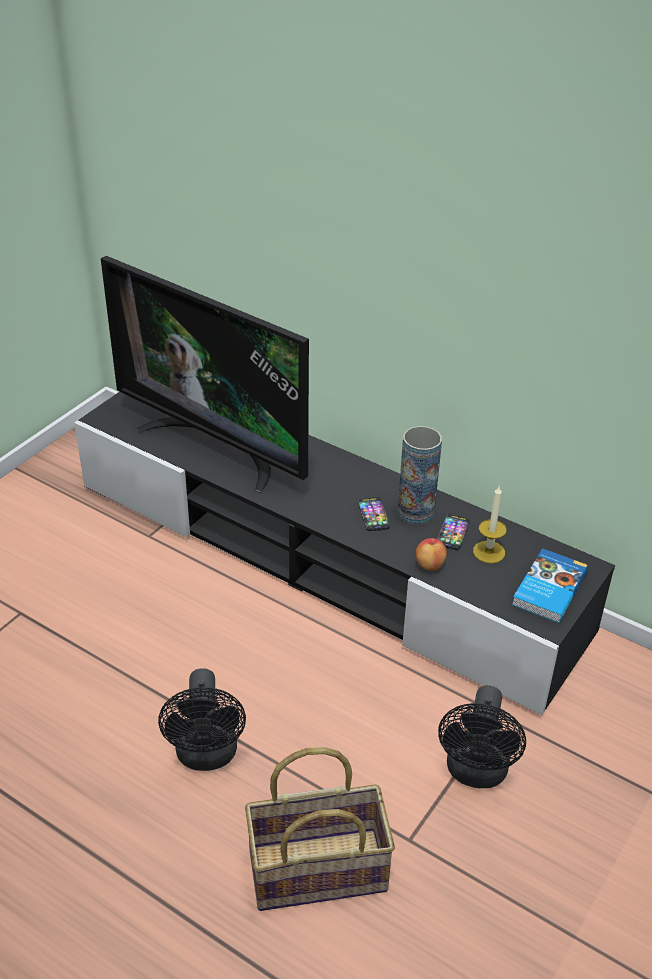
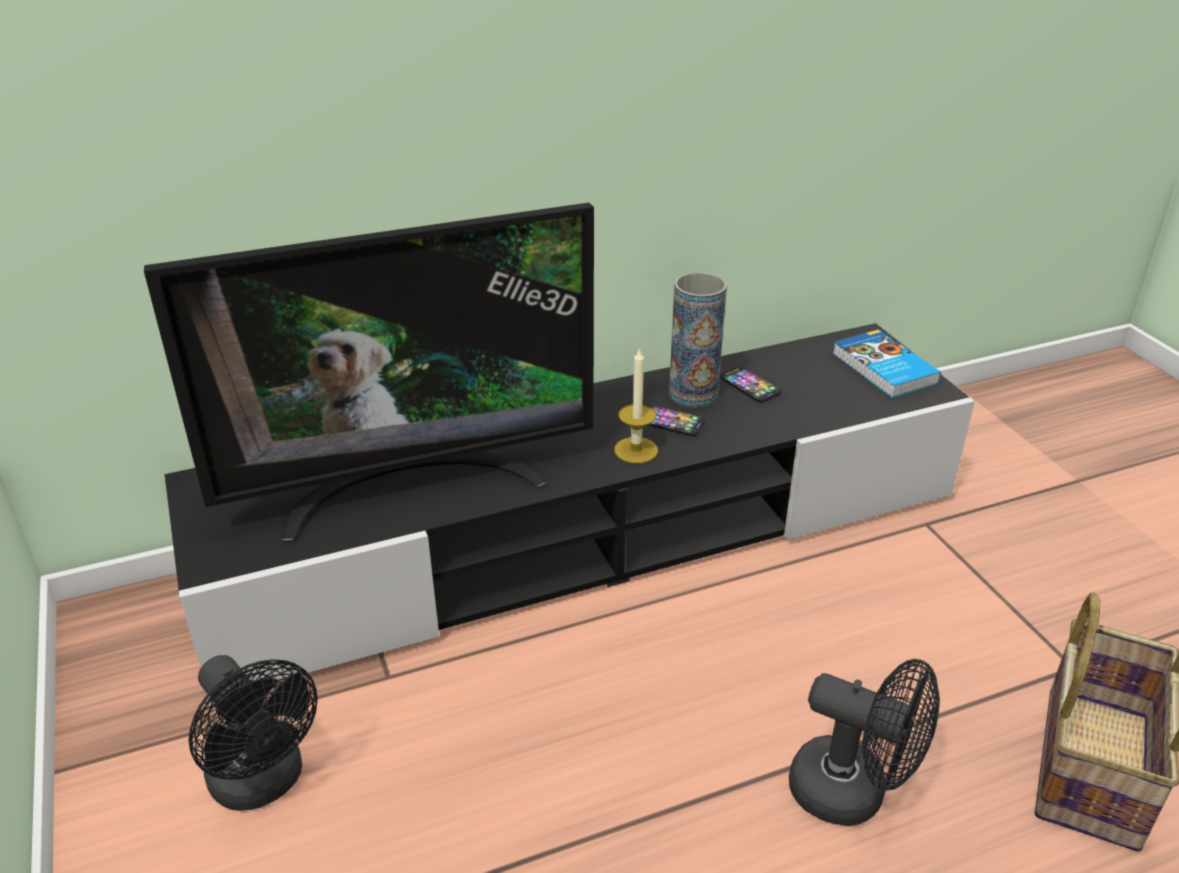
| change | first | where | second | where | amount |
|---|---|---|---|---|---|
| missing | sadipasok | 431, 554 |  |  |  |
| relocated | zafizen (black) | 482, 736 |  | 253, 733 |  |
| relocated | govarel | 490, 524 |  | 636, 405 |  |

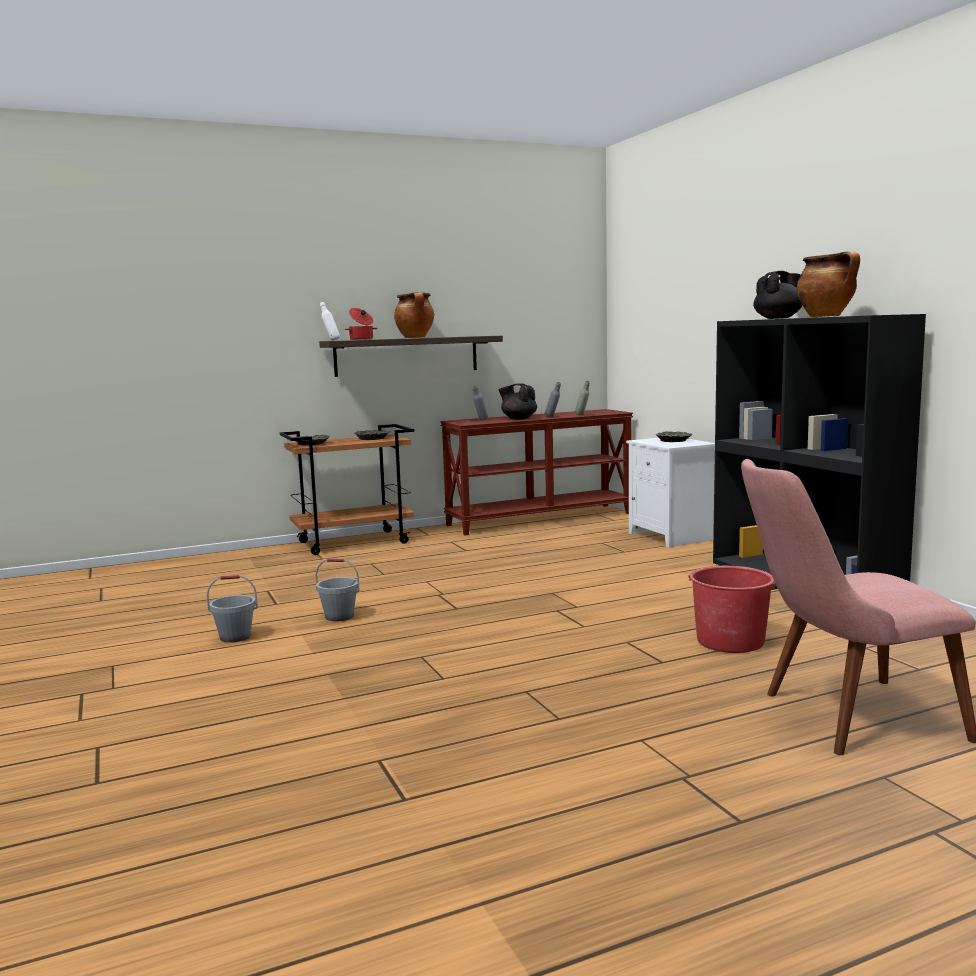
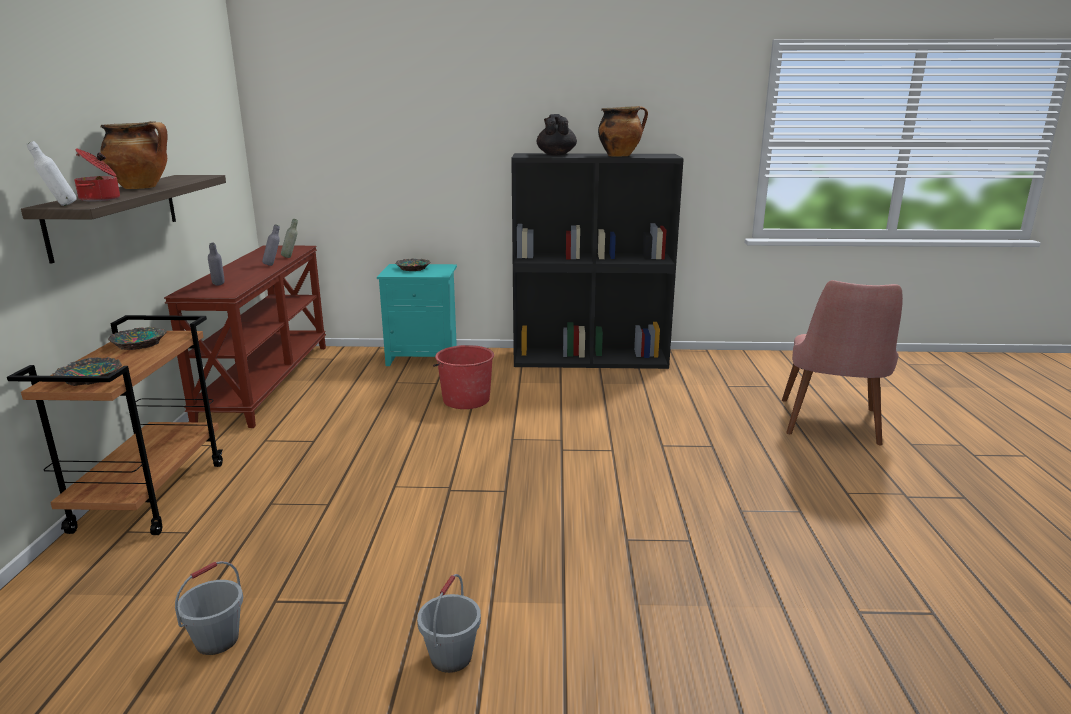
| change | first | where | second | where | amount |
|---|---|---|---|---|---|
| missing | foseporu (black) | 517, 401 |  |  |  |
| relocated | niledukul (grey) | 337, 589 |  | 209, 608 |  |
| relocated | niledukul (red) | 733, 609 |  | 463, 377 |  |
| colour | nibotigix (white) | 670, 493 | nibotigix (turquoise) | 417, 315 |  |

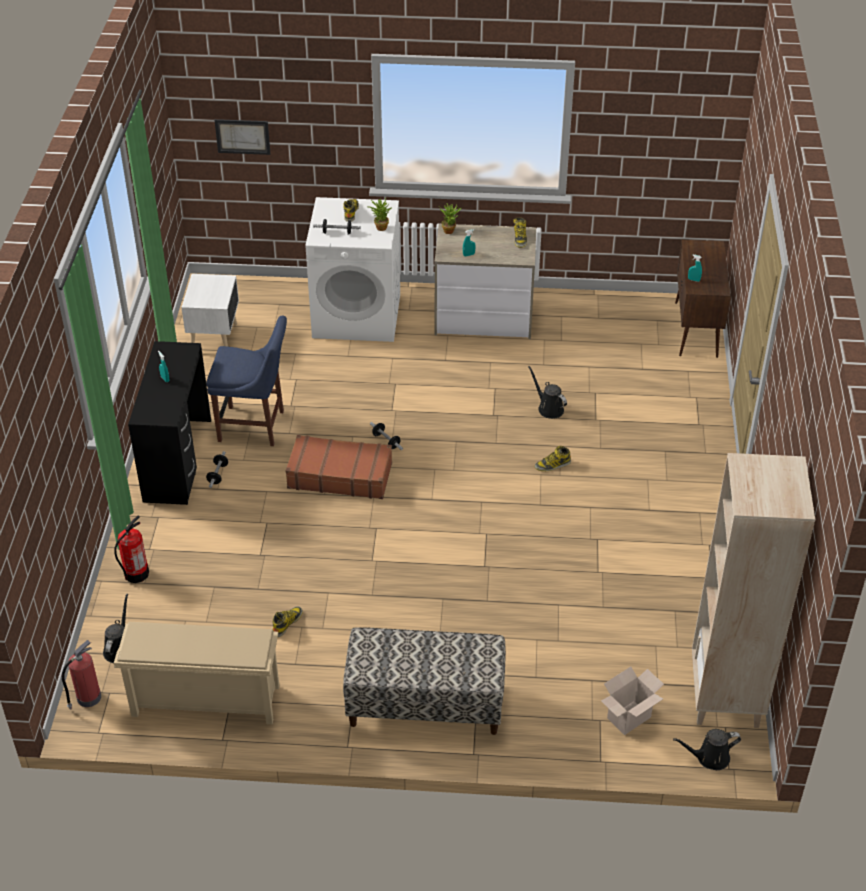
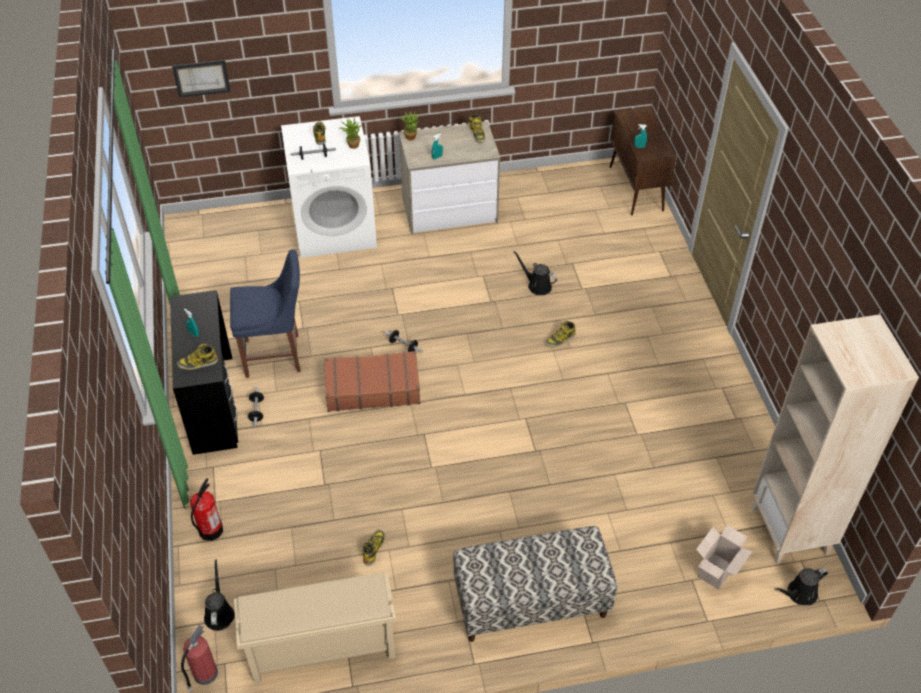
| change | first | where | second | where | amount |
|---|---|---|---|---|---|
| missing | nibotigix (white) | 210, 310 |  |  |  |
| appeared |  |  | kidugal | 197, 357 |  |

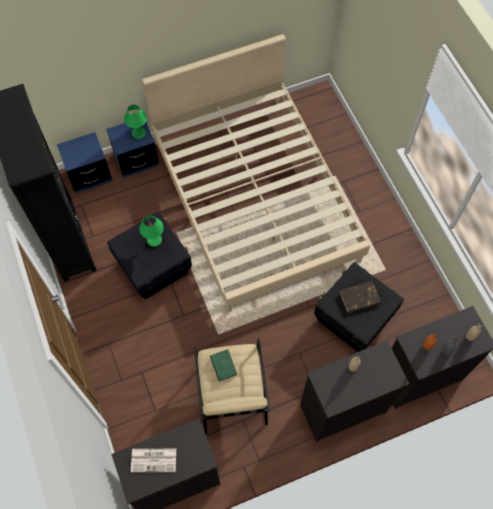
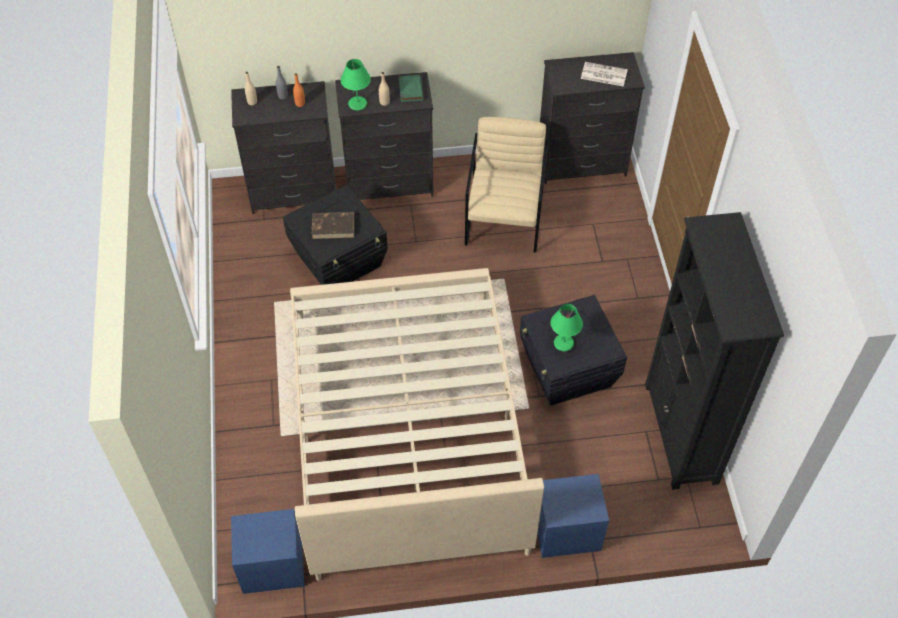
| change | first | where | second | where | amount |
|---|---|---|---|---|---|
| relocated | nibotigix (blue) | 84, 163 |  | 268, 551 |  |
| relocated | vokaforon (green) | 135, 122 |  | 356, 85 |  |
| relocated | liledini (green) | 223, 365 |  | 411, 88 |  |

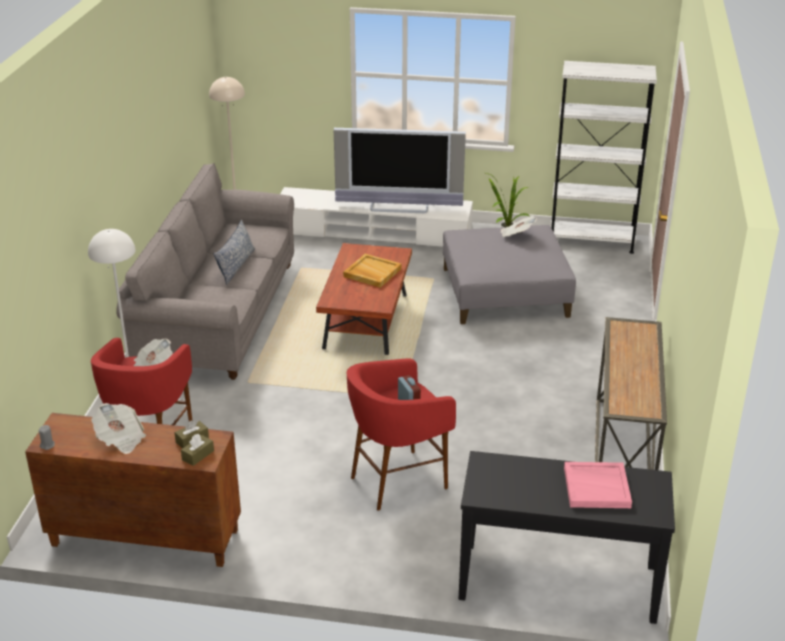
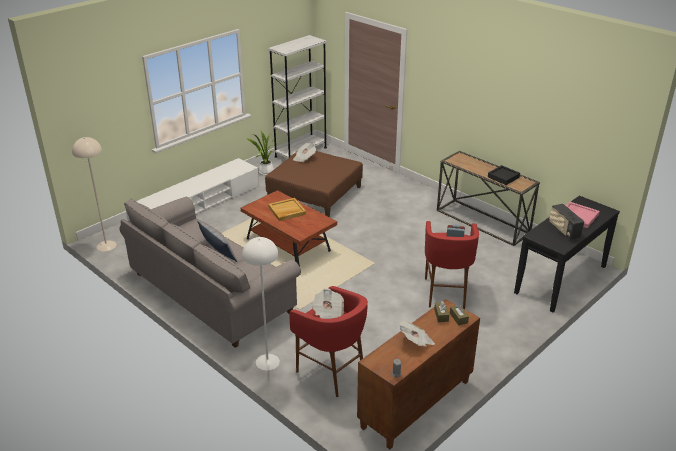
| change | first | where | second | where | amount |
|---|---|---|---|---|---|
| missing | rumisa | 400, 170 |  |  |  |
| appeared |  |  | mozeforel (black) | 504, 175 |  |
| appeared |  |  | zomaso | 566, 222 |  |
| colour | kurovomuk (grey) | 509, 274 | kurovomuk (brown) | 314, 184 |  |

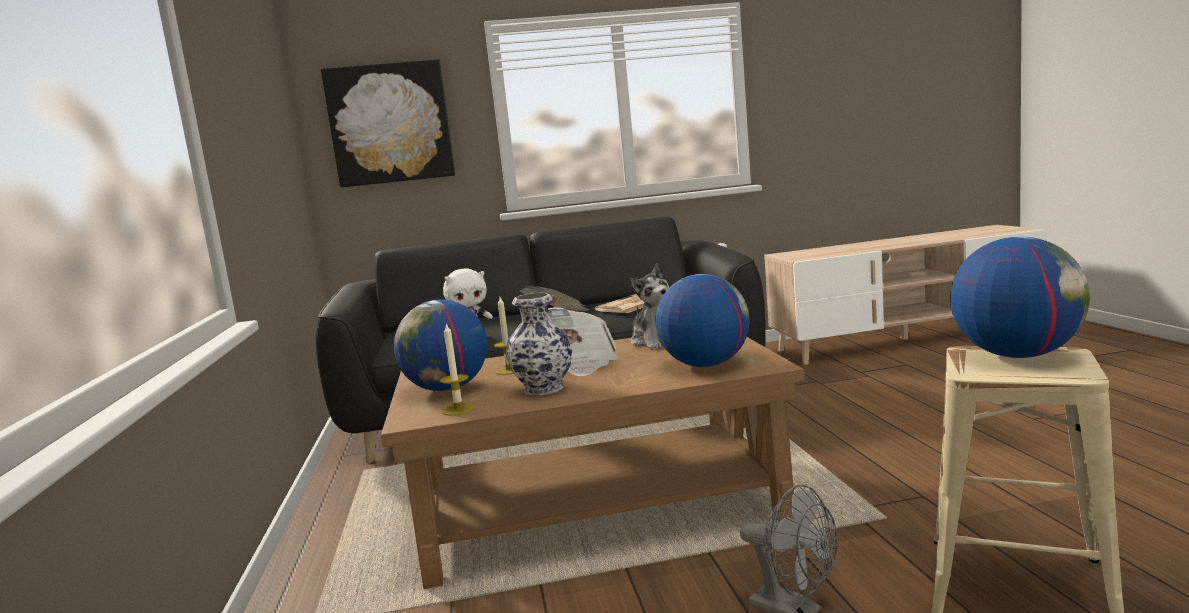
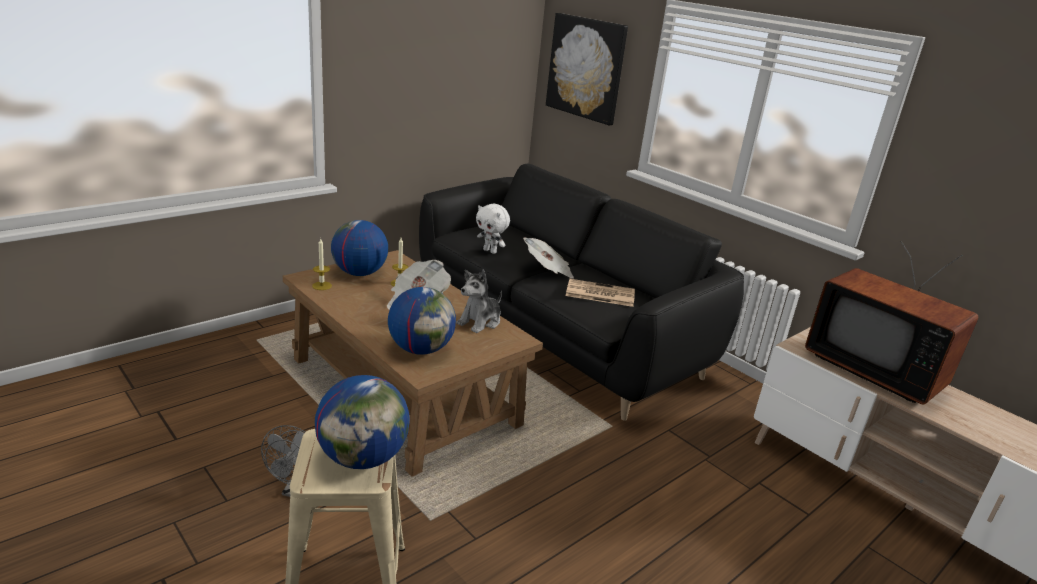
| change | first | where | second | where | amount |
|---|---|---|---|---|---|
| missing | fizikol | 539, 344 |  |  |  |
| appeared |  |  | rumisa | 892, 322 |  |

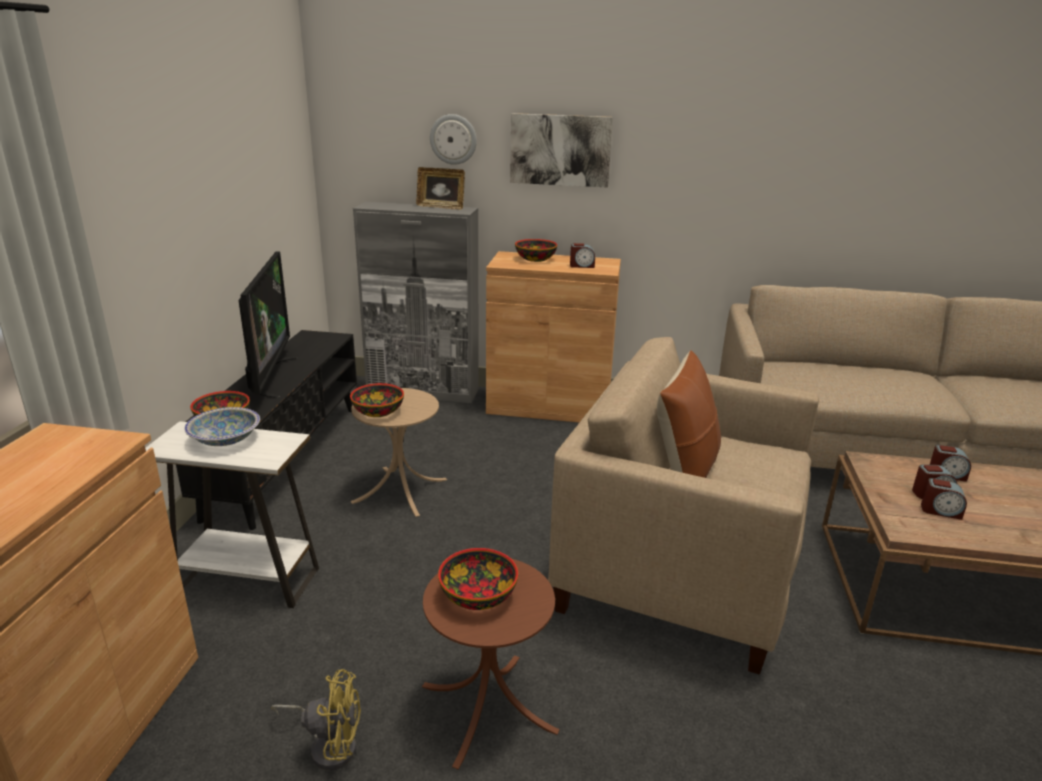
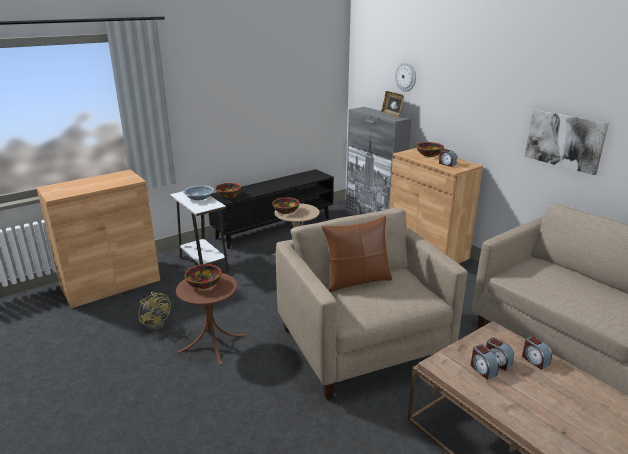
| change | first | where | second | where | amount |
|---|---|---|---|---|---|
| missing | rumisa | 267, 324 |  |  |  |
| relocated | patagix | 561, 150 |  | 567, 142 |  |

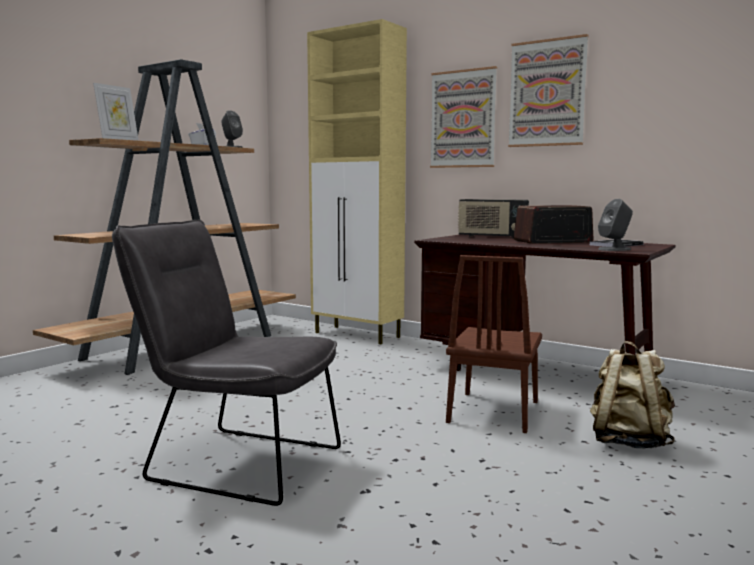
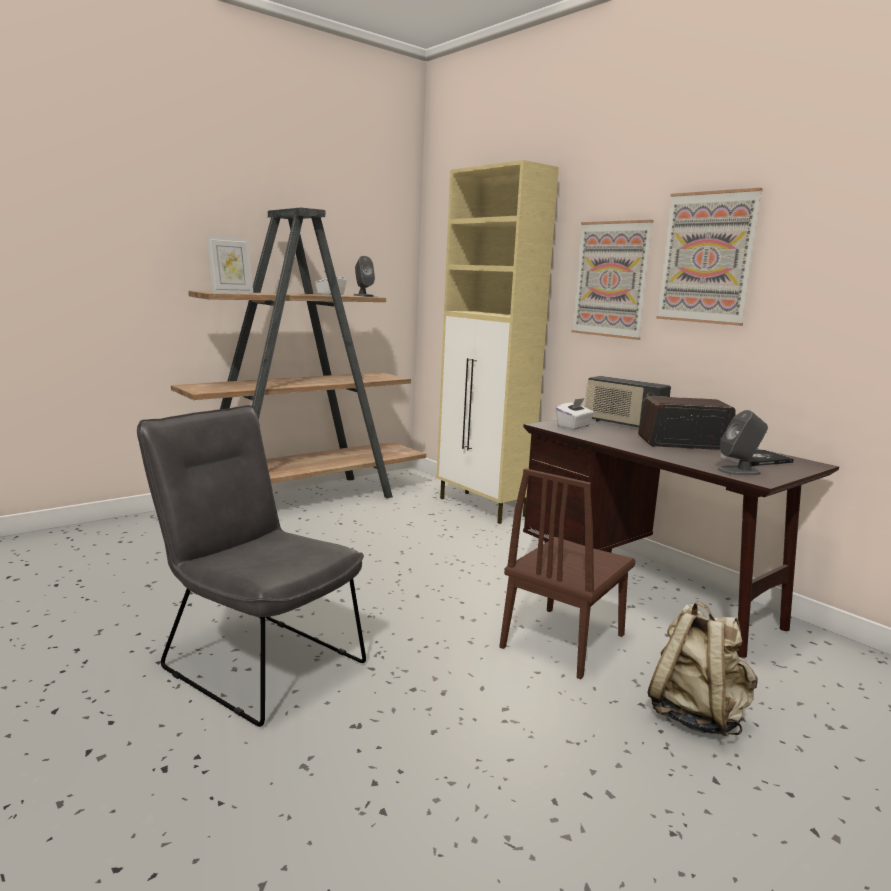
| change | first | where | second | where | amount |
|---|---|---|---|---|---|
| appeared |  |  | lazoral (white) | 575, 414 |  |

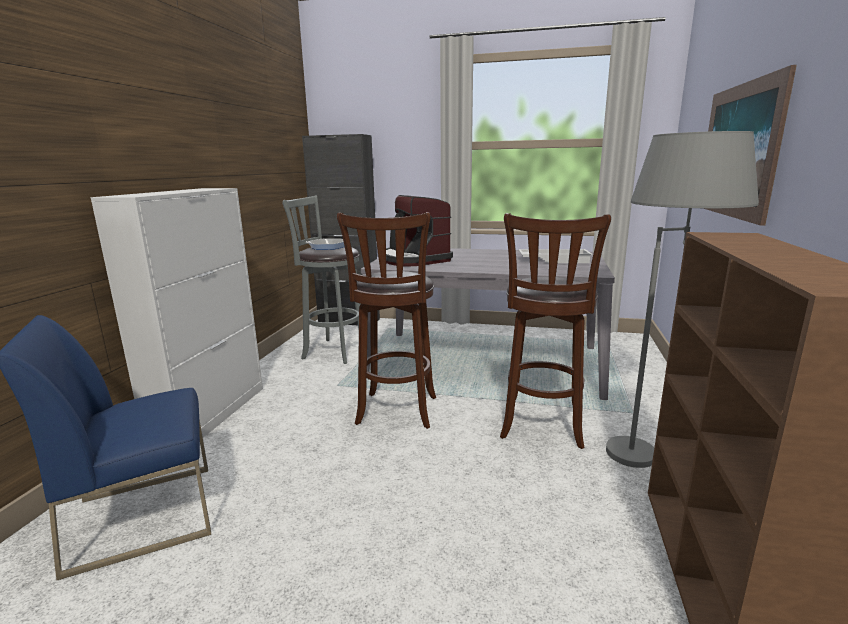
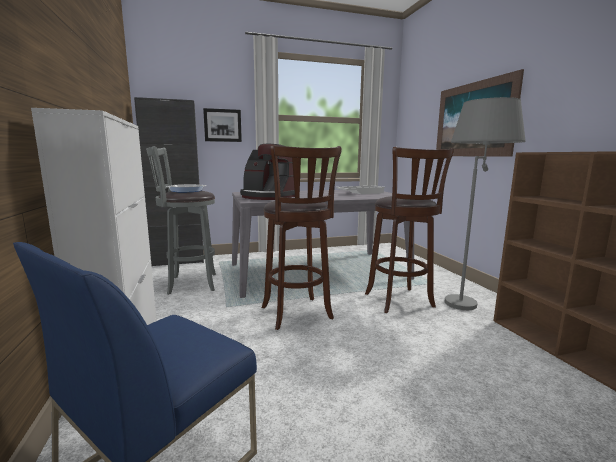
| change | first | where | second | where | amount |
|---|---|---|---|---|---|
| appeared |  |  | patagix | 222, 125 |  |

